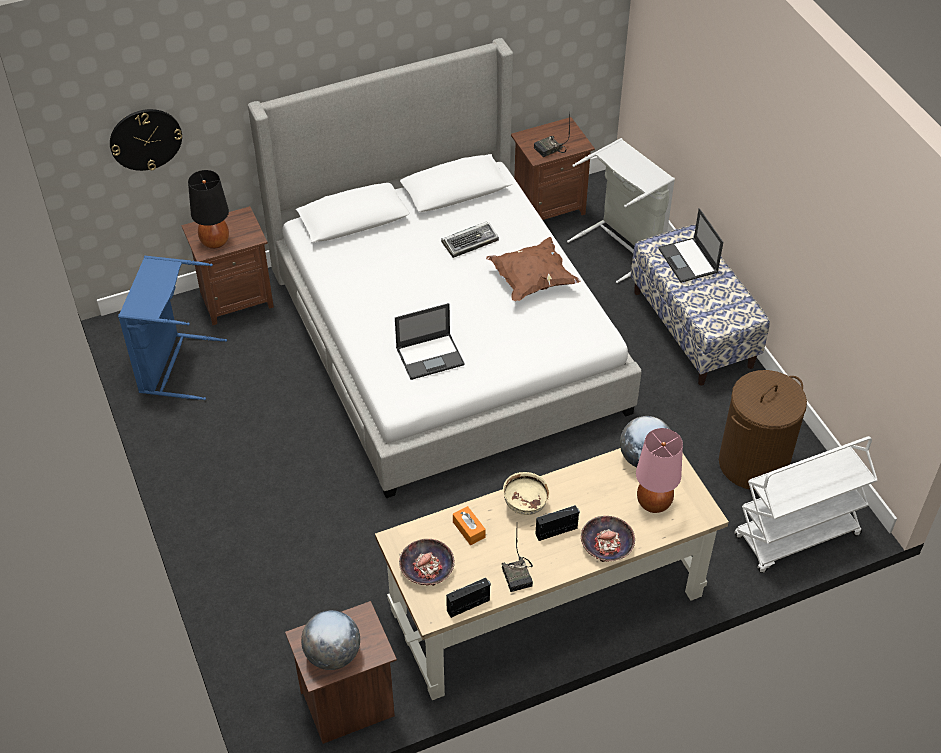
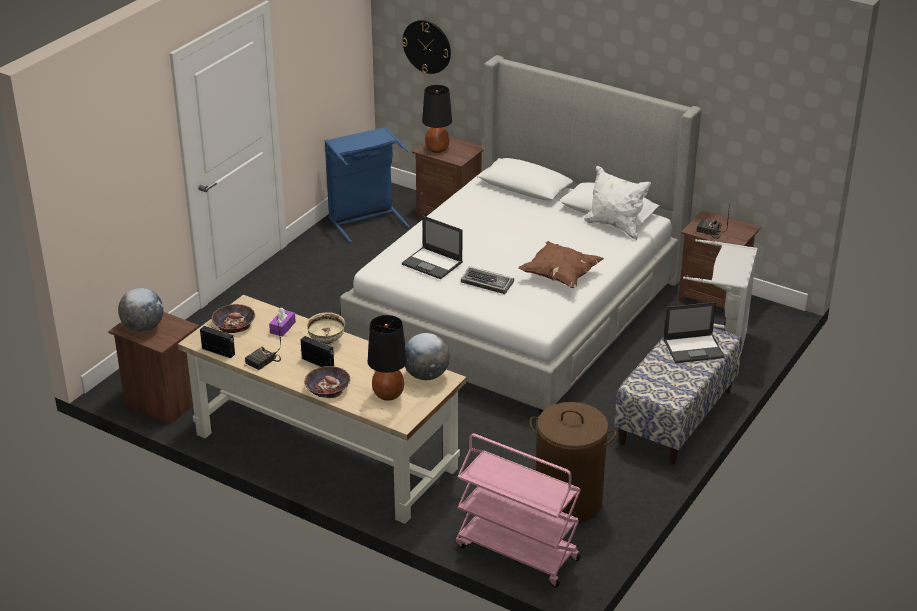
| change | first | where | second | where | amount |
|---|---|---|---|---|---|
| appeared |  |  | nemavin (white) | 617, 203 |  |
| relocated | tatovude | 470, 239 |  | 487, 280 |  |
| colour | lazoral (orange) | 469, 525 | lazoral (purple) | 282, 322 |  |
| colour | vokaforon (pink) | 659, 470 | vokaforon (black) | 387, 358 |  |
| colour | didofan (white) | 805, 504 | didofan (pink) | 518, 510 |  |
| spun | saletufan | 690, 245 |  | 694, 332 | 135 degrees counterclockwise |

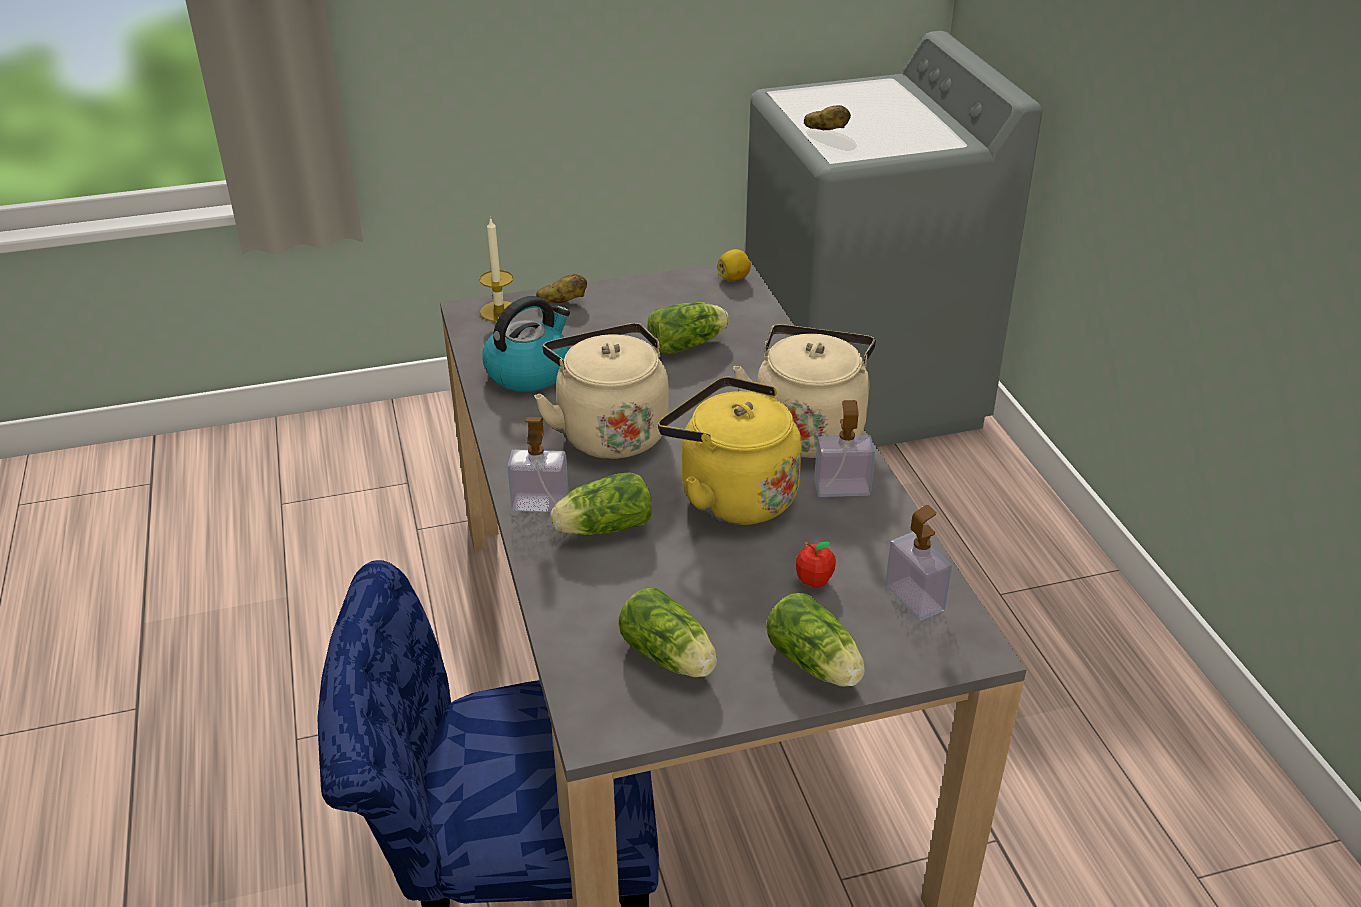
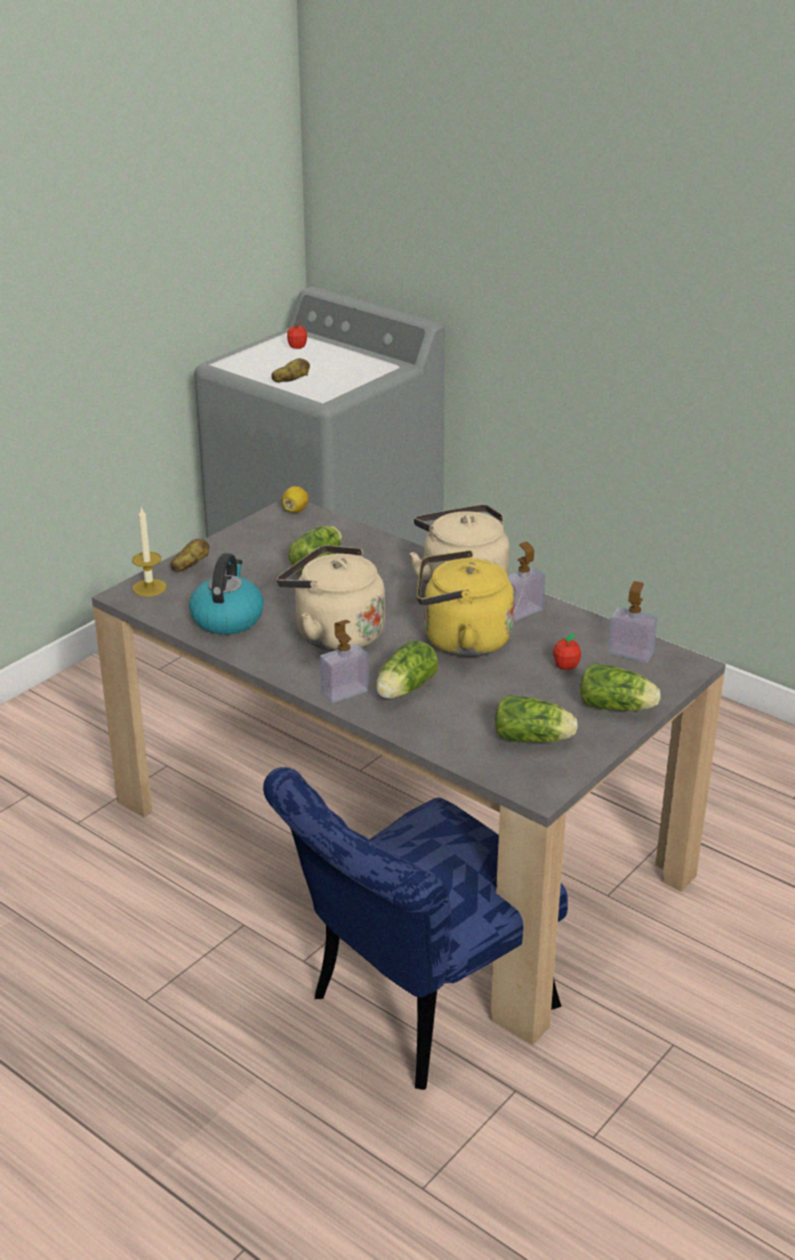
| change | first | where | second | where | amount |
|---|---|---|---|---|---|
| appeared |  |  | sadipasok | 297, 334 |  |

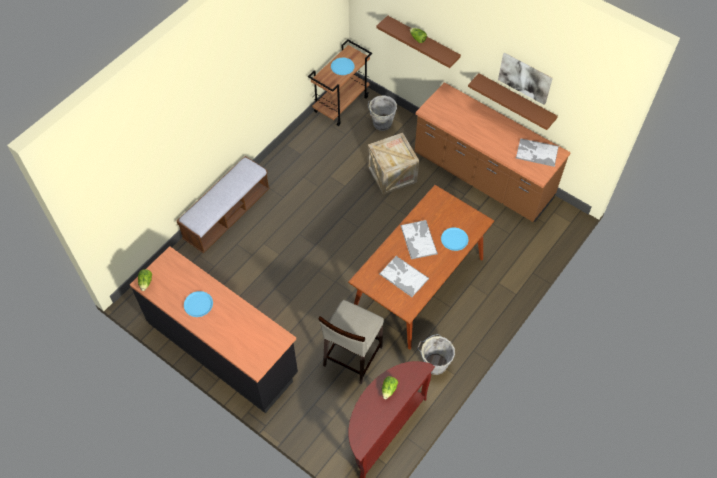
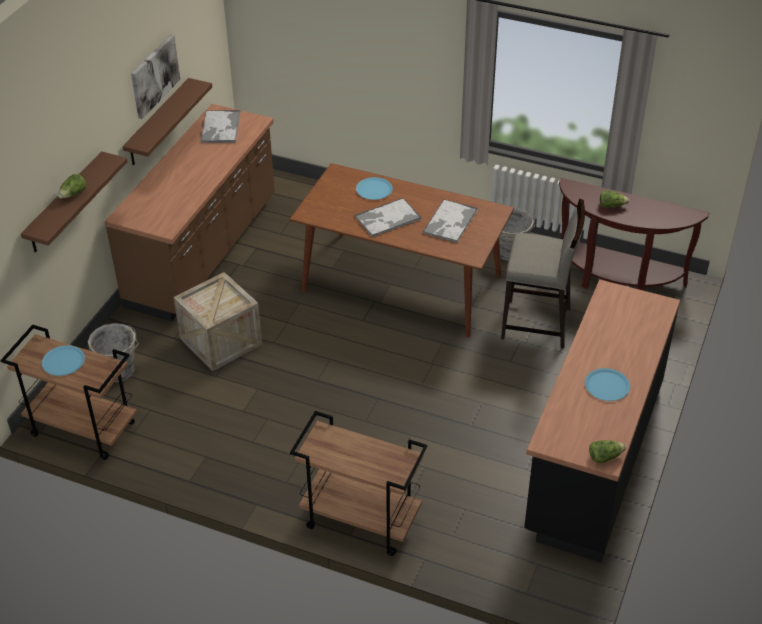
| change | first | where | second | where | amount |
|---|---|---|---|---|---|
| exchanged | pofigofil | 223, 205 | didofan (brown) | 359, 483 |  |

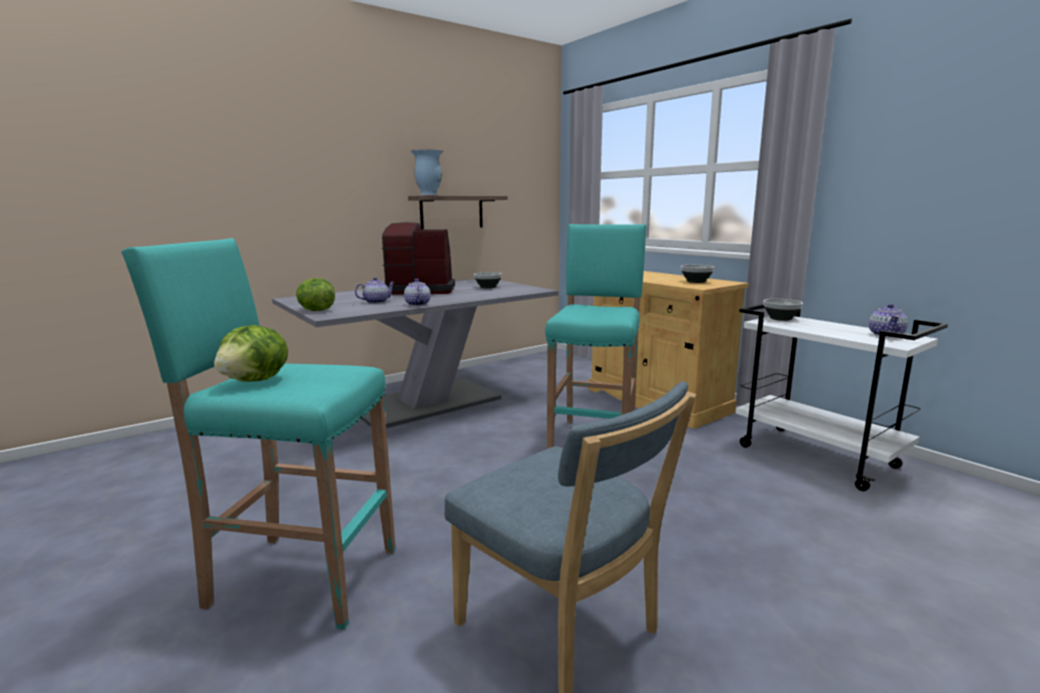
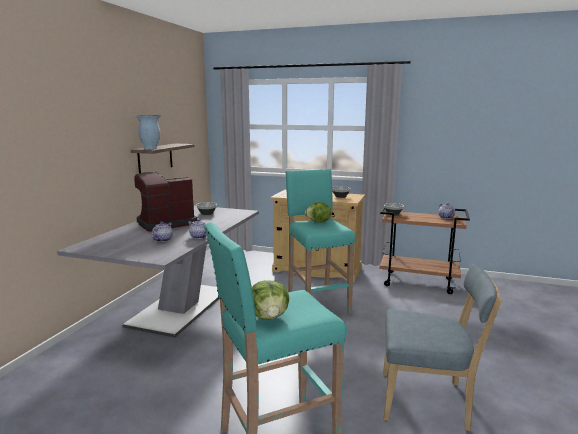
| change | first | where | second | where | amount |
|---|---|---|---|---|---|
| relocated | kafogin | 315, 294 |  | 318, 212 |  |
| colour | didofan (white) | 841, 397 | didofan (brown) | 425, 250 |  |

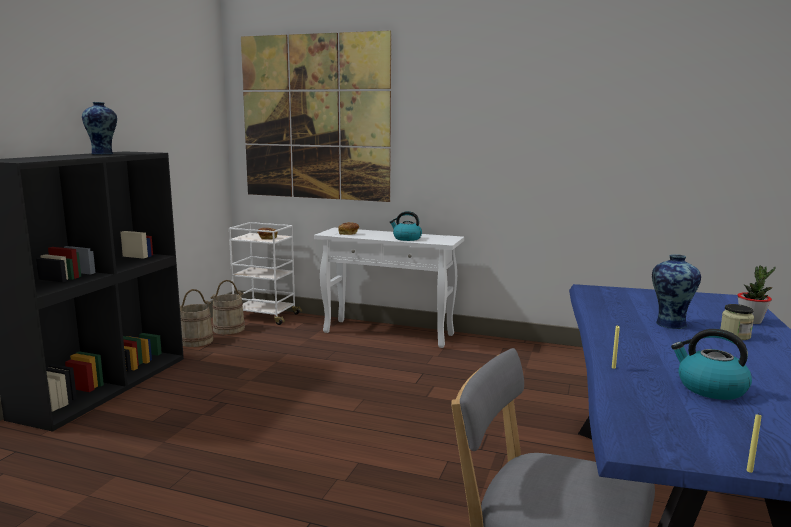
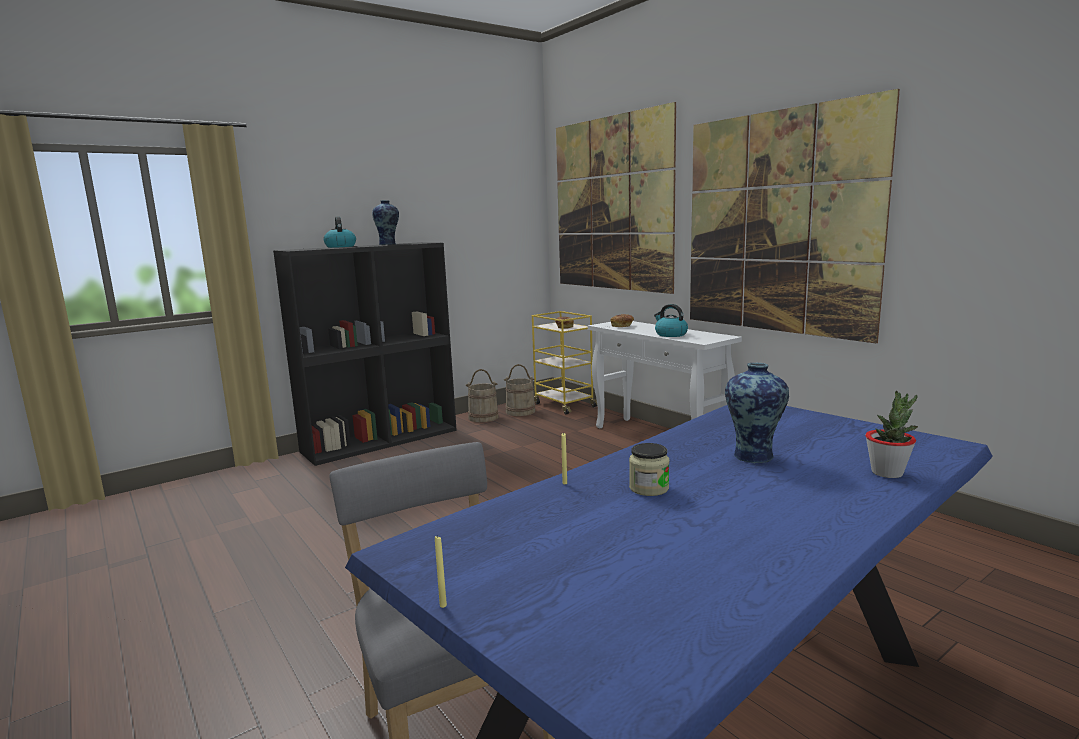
| change | first | where | second | where | amount |
|---|---|---|---|---|---|
| appeared |  |  | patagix | 795, 216 |  |
| relocated | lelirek | 711, 364 |  | 340, 232 |  |
| relocated | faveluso | 737, 322 |  | 649, 469 |  |
| colour | didofan (white) | 265, 273 | didofan (yellow) | 564, 363 |  |

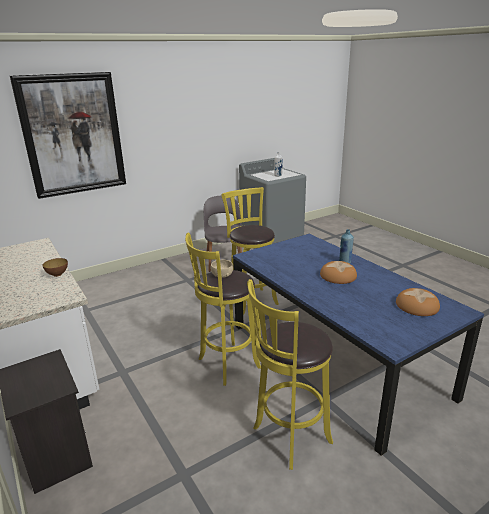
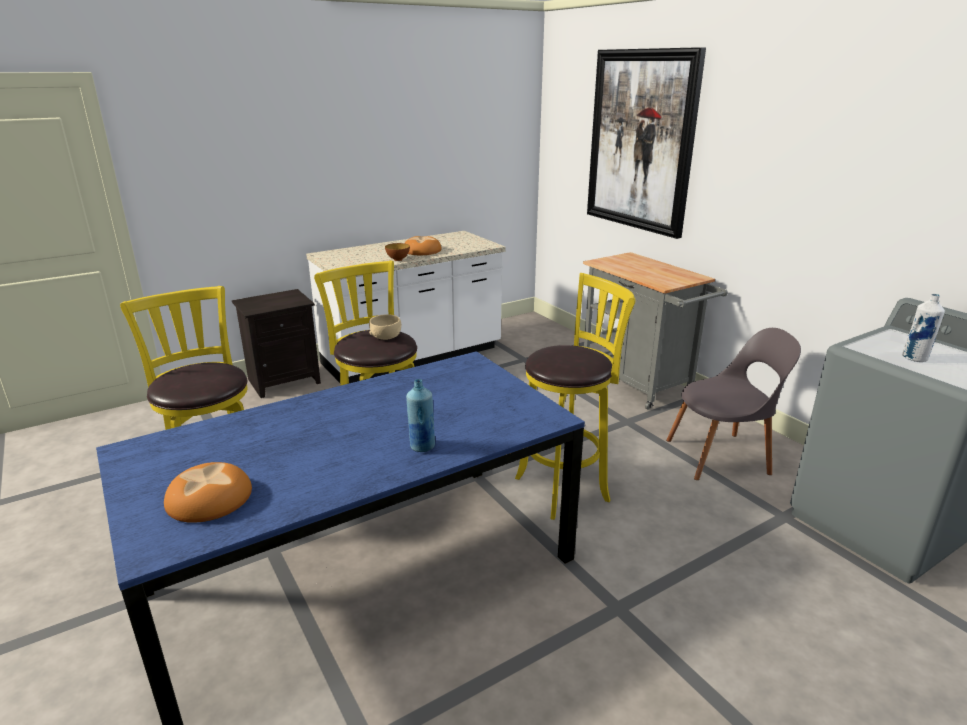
| change | first | where | second | where | amount |
|---|---|---|---|---|---|
| appeared |  |  | didofan (grey) | 655, 331 |  |
| relocated | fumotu | 338, 272 |  | 423, 245 |  |

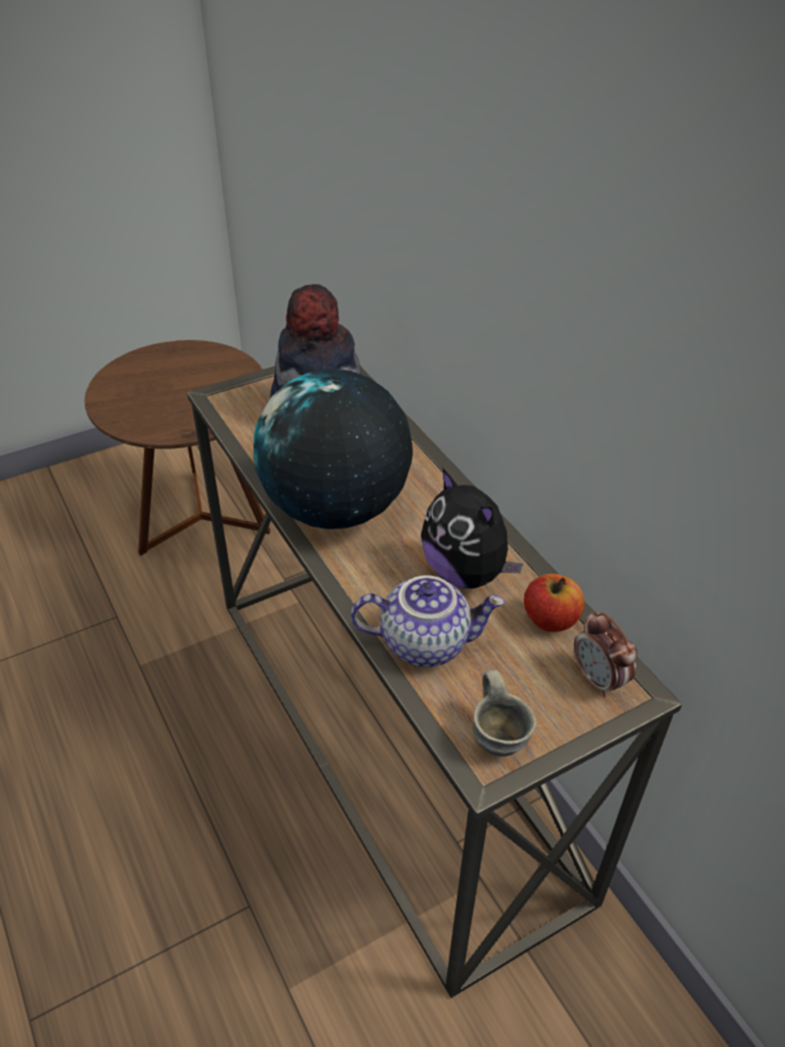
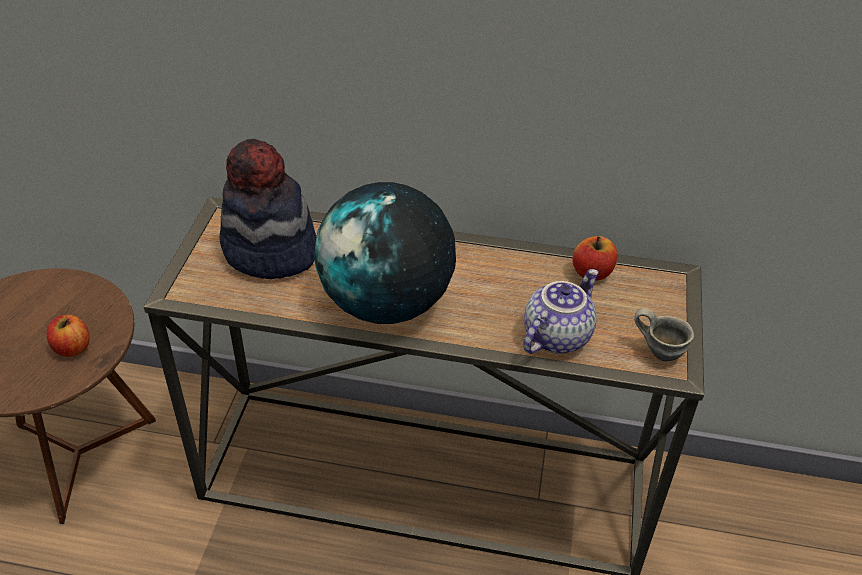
| change | first | where | second | where | amount |
|---|---|---|---|---|---|
| missing | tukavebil | 472, 528 |  |  |  |
| missing | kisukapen | 605, 653 |  |  |  |
| appeared |  |  | sadipasok | 68, 336 |  |

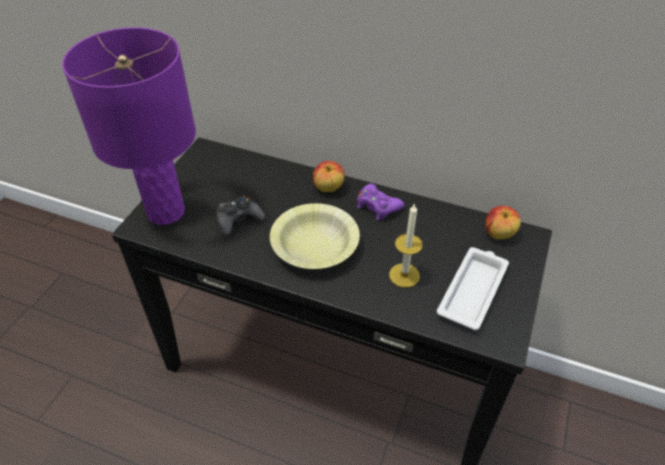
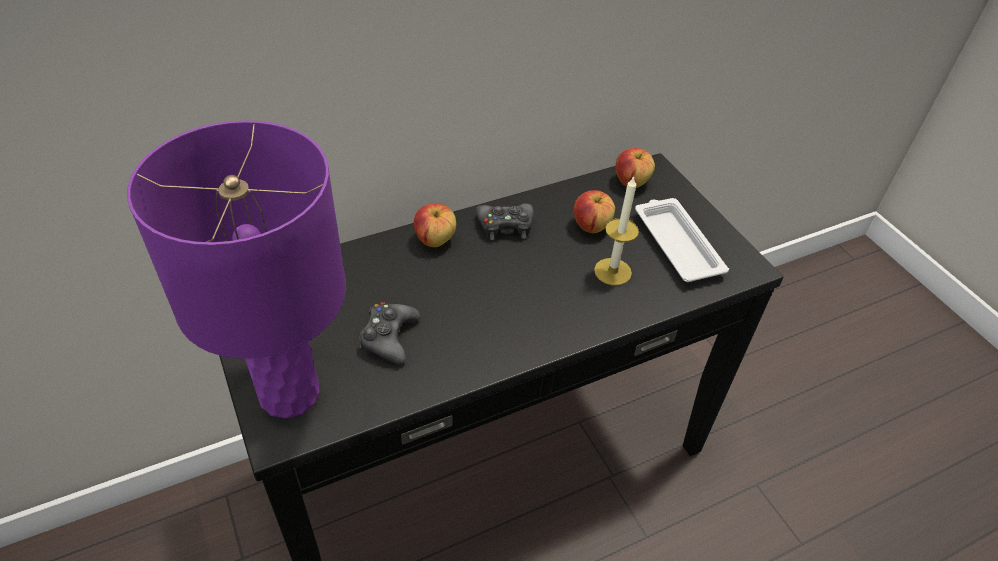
| change | first | where | second | where | amount |
|---|---|---|---|---|---|
| missing | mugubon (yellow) | 315, 236 |  |  |  |
| appeared |  |  | sadipasok | 594, 211 |  |
| colour | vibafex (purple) | 380, 202 | vibafex (black) | 505, 222 |  |

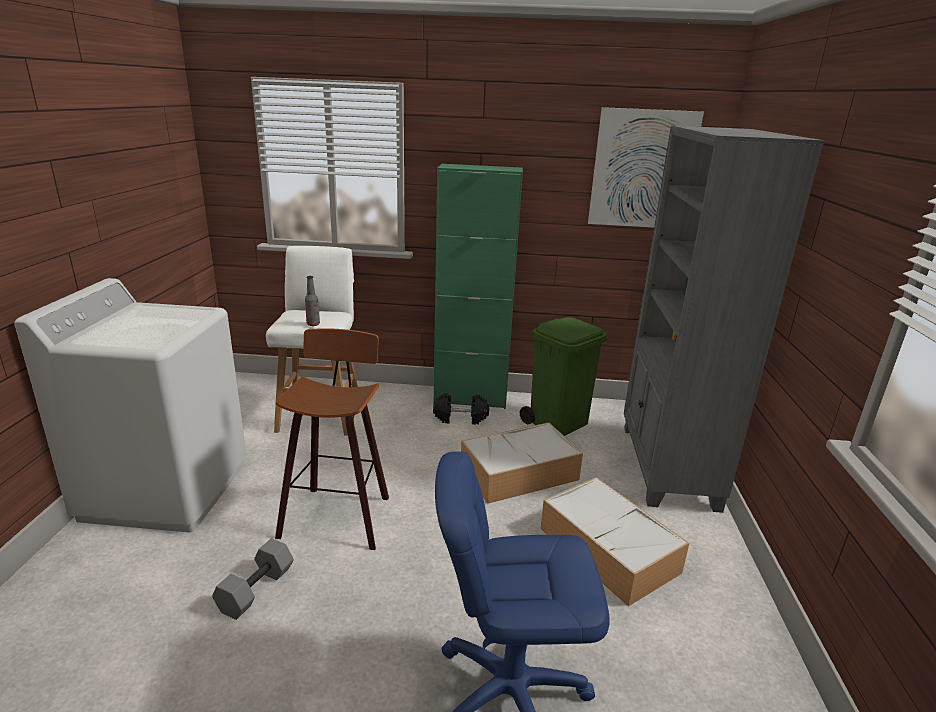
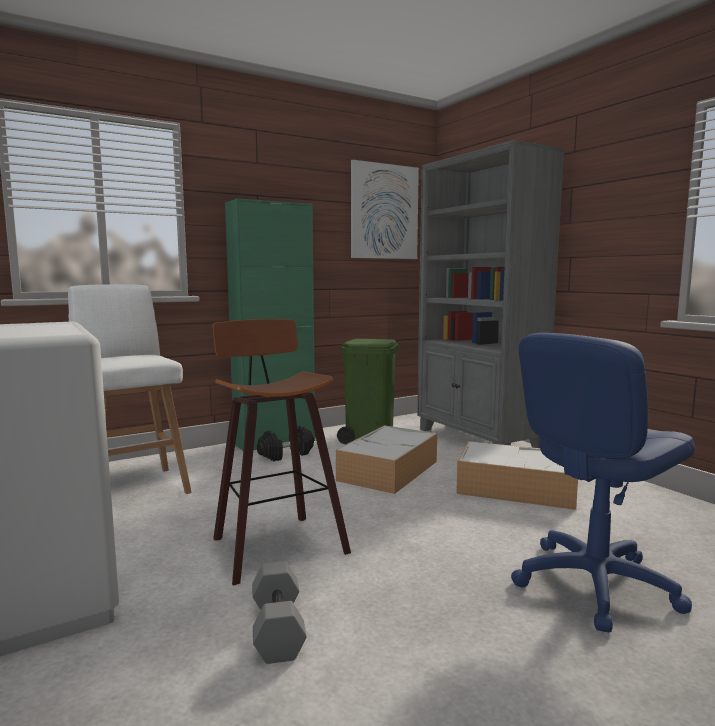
| change | first | where | second | where | amount |
|---|---|---|---|---|---|
| missing | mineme | 312, 301 |  |  |  |

